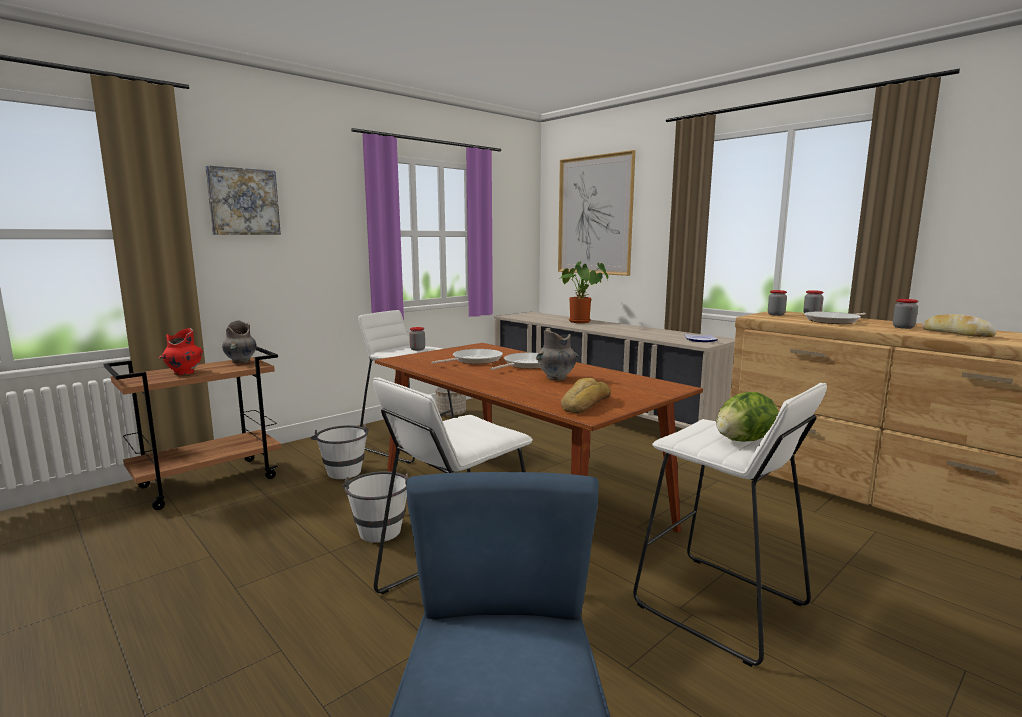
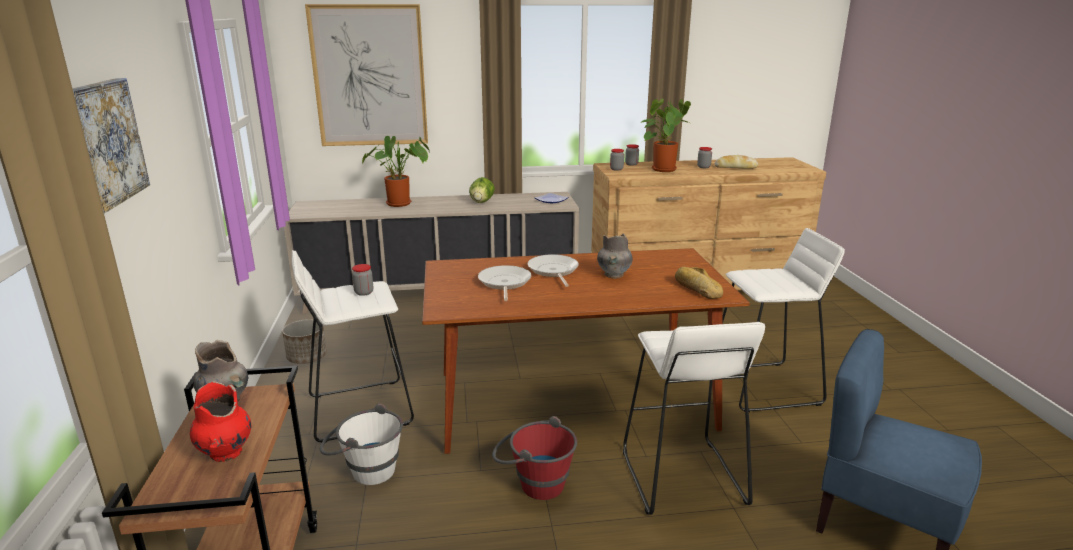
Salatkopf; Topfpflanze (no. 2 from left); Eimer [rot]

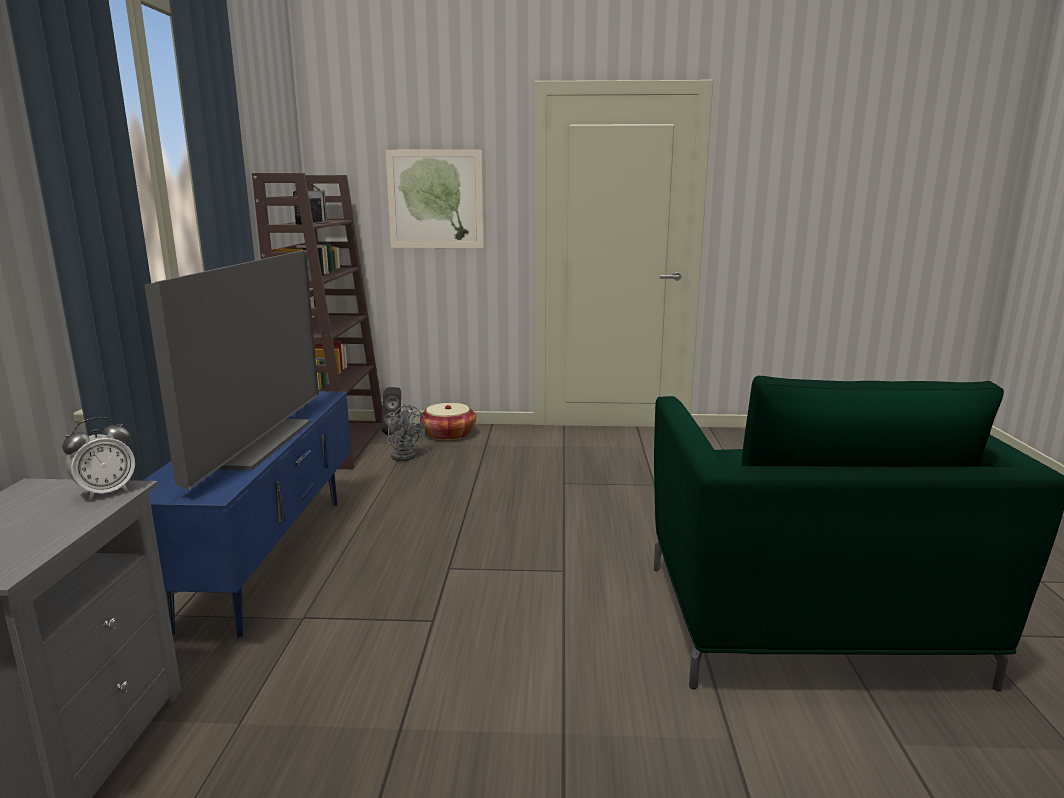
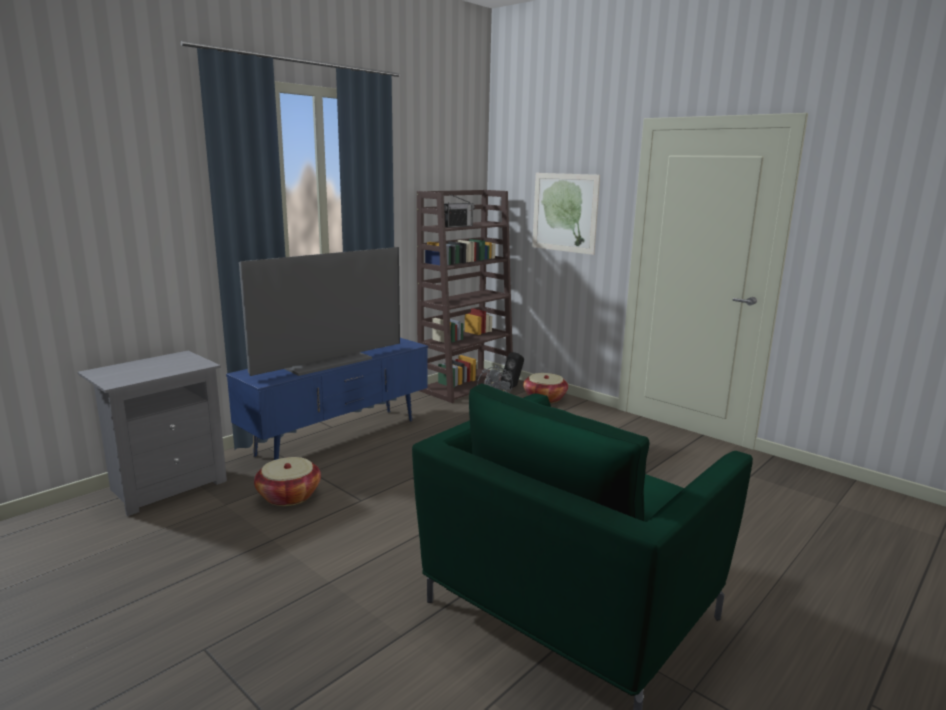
Wecker; Korb (no. 1 from left)

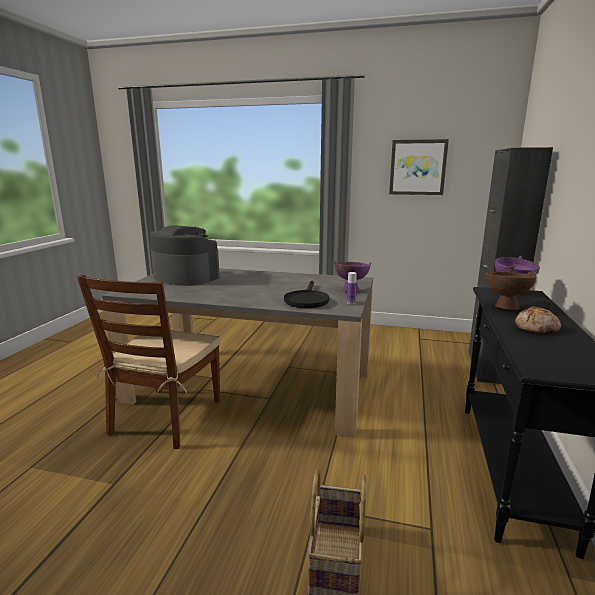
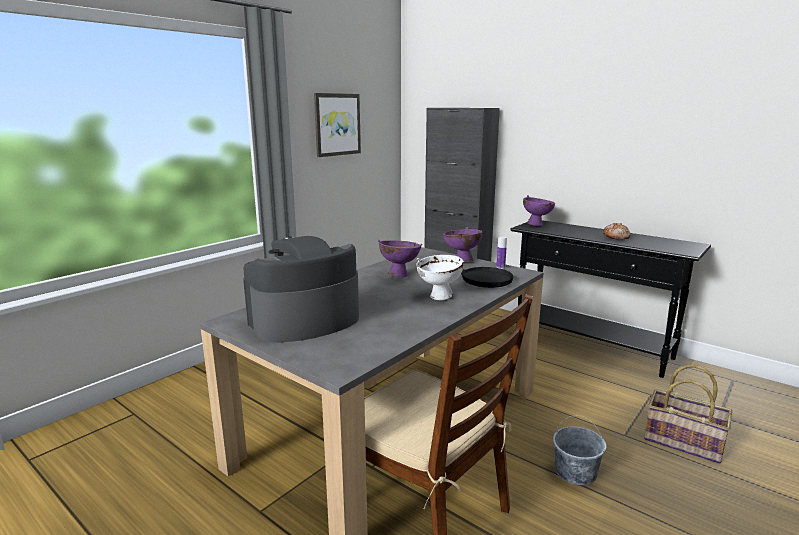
Schüssel [braun]; Schüssel [lila] (no. 1 from left); Schüssel [weiß]; Eimer [grau]

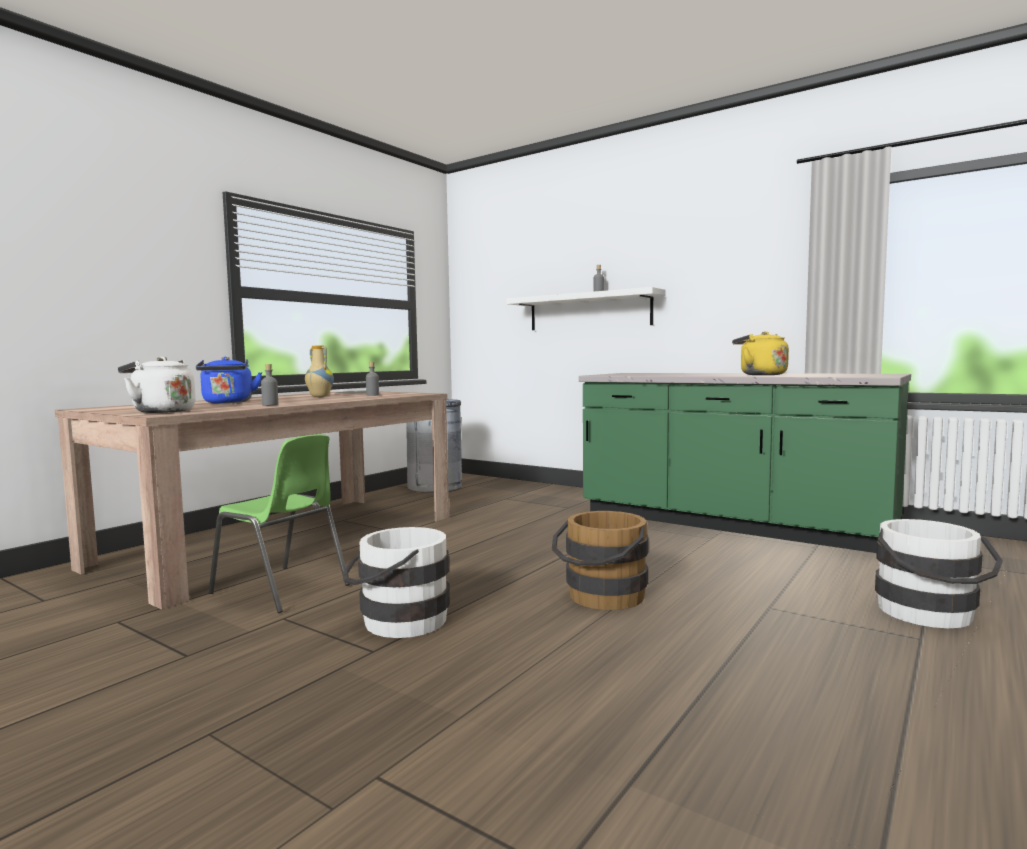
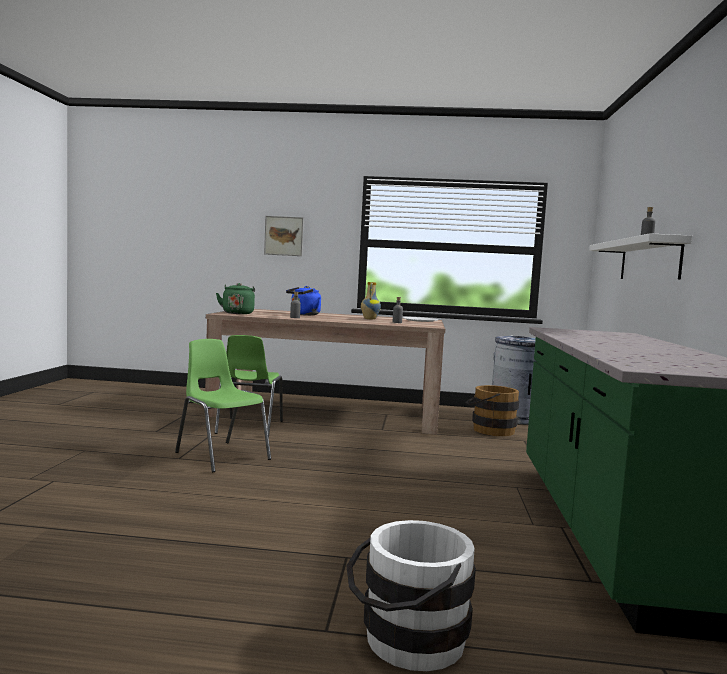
Wasserkessel [gelb]; Bild; Eimer [braun]; Stuhl [grün] (no. 1 from left); Wasserkessel [grün]

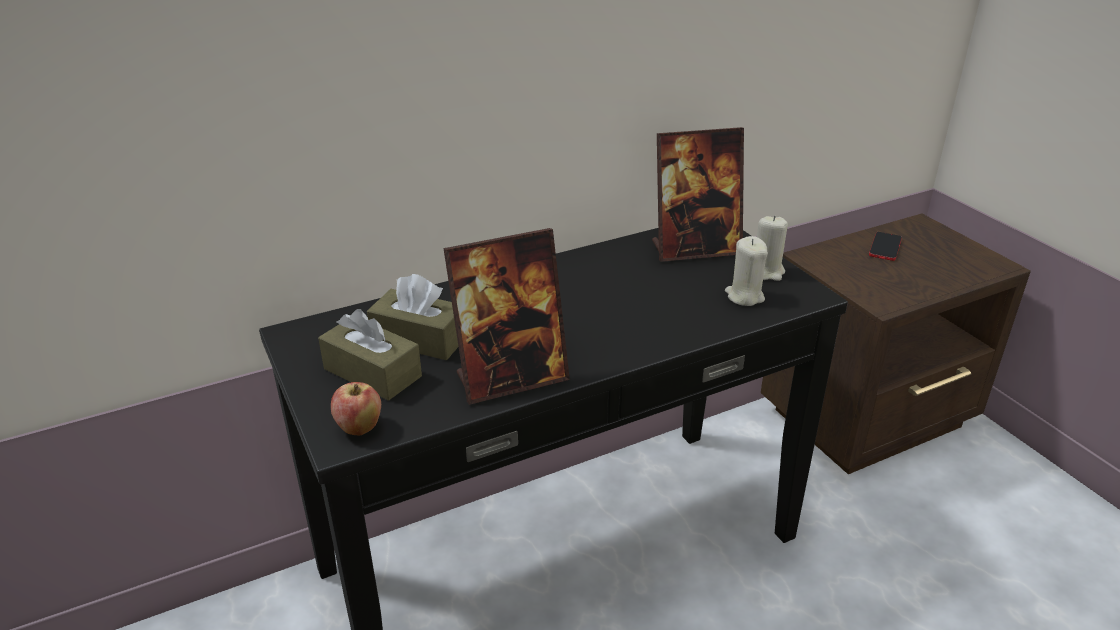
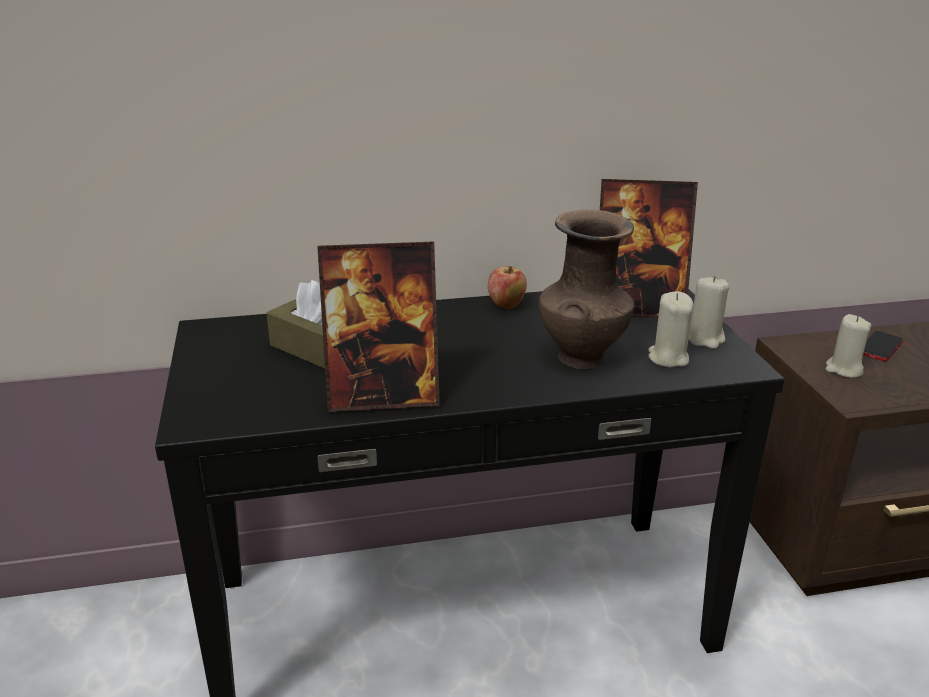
Taschentuchbox [braun] (no. 1 from left in the first image); Vase [braun]; Kerze [beige] (no. 3 from left); Apfel

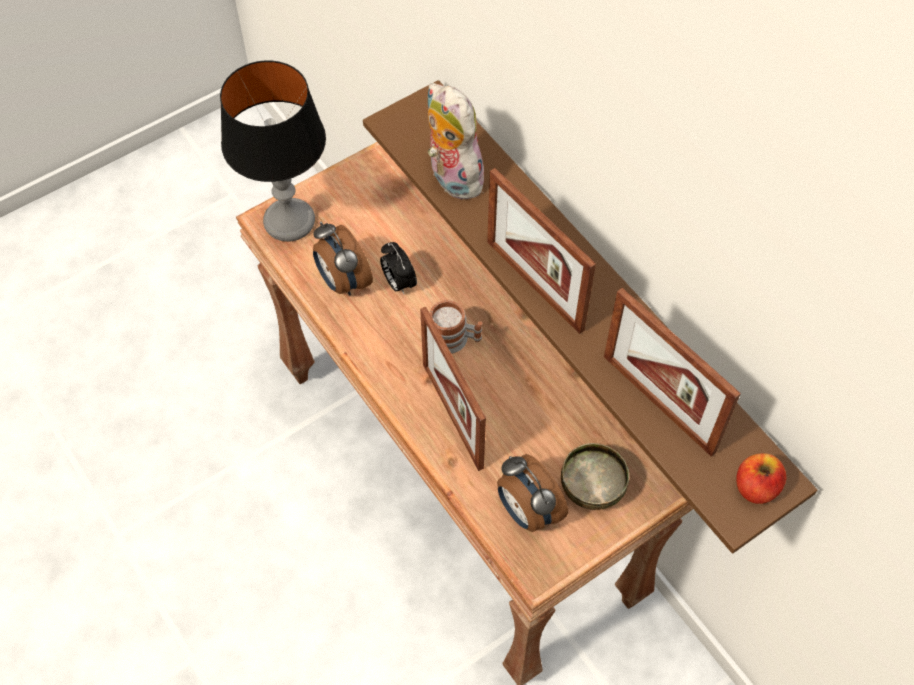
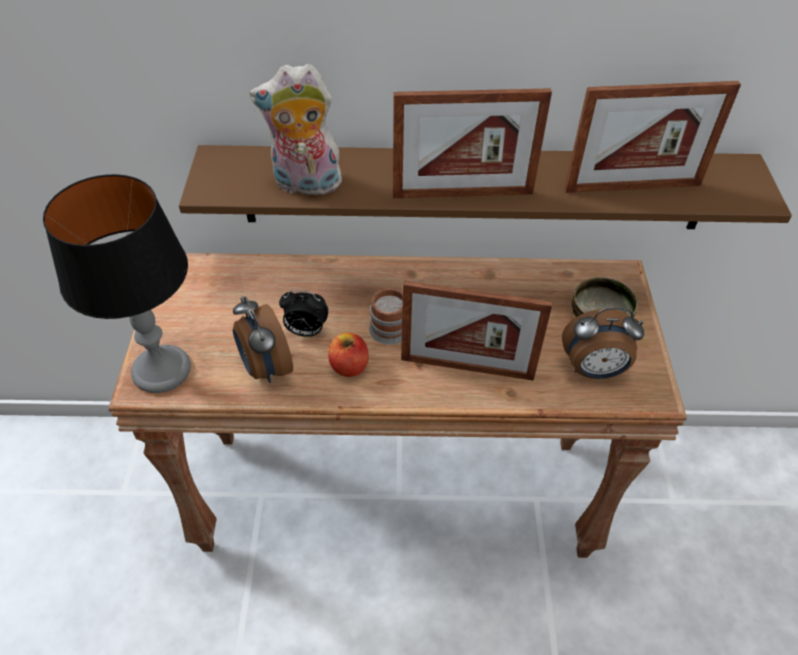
Apfel; Wecker (no. 1 from left)

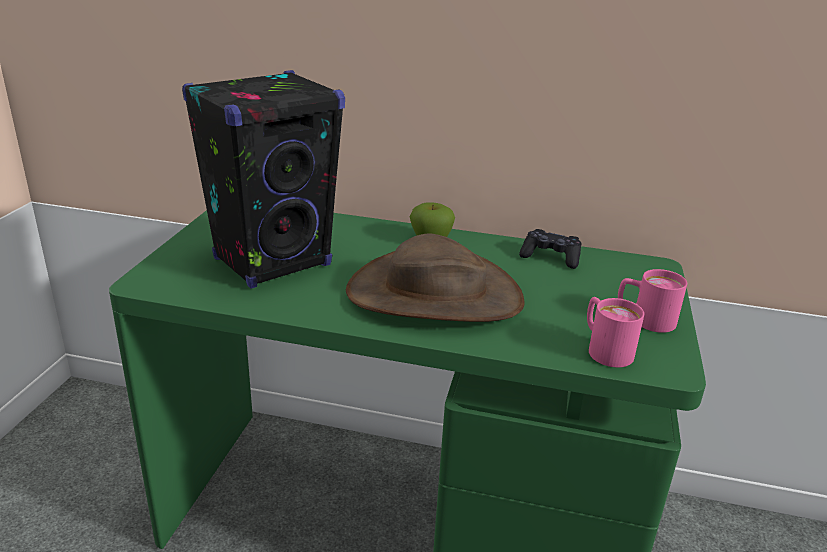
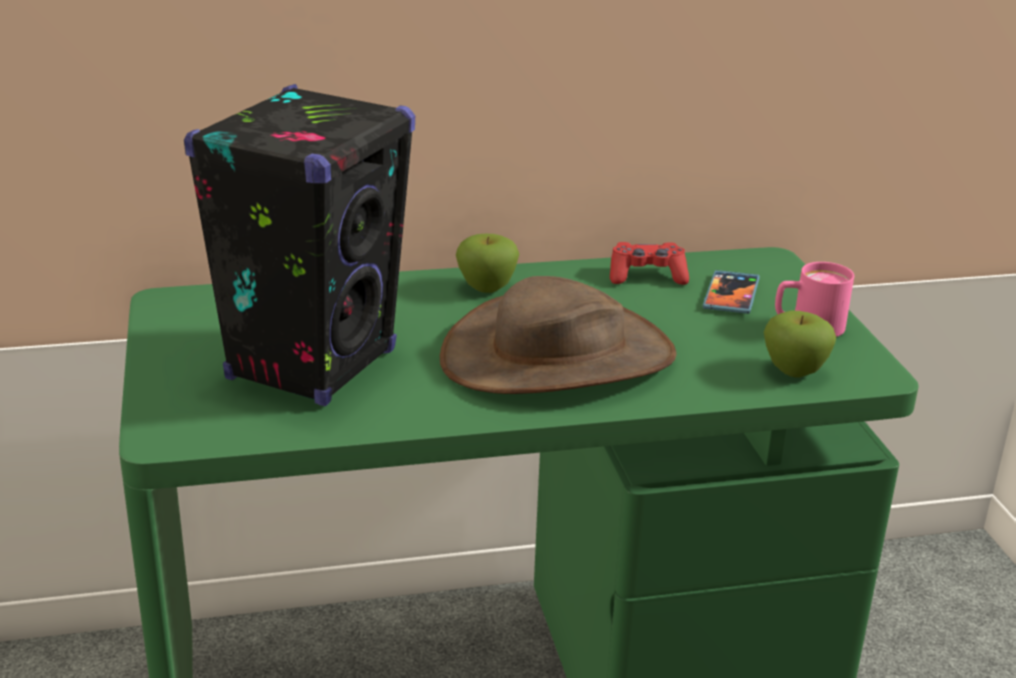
Handy; Apfel (no. 2 from left); Gamepad [rot]

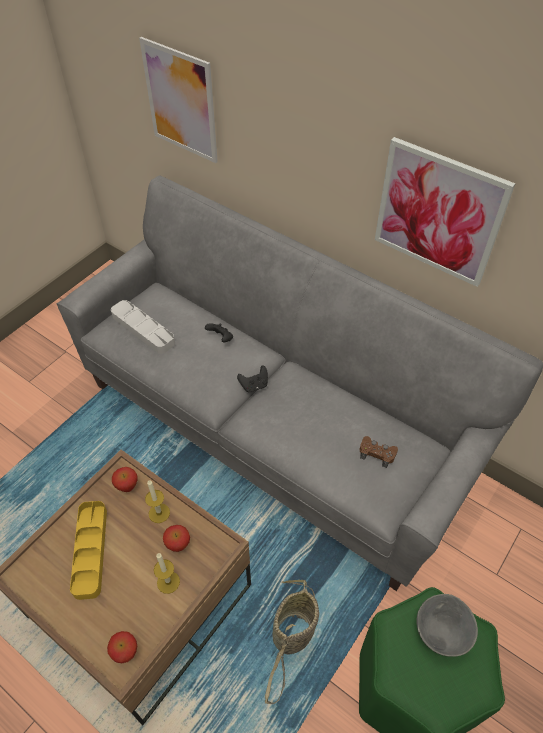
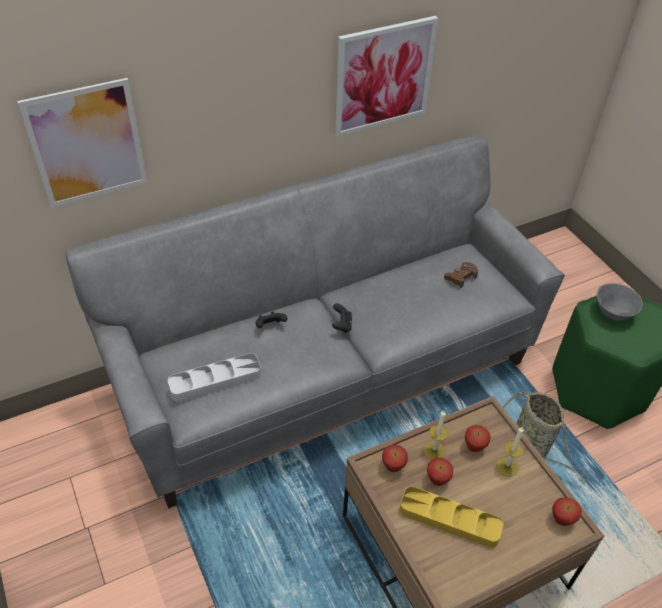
Apfel (no. 2 from left)

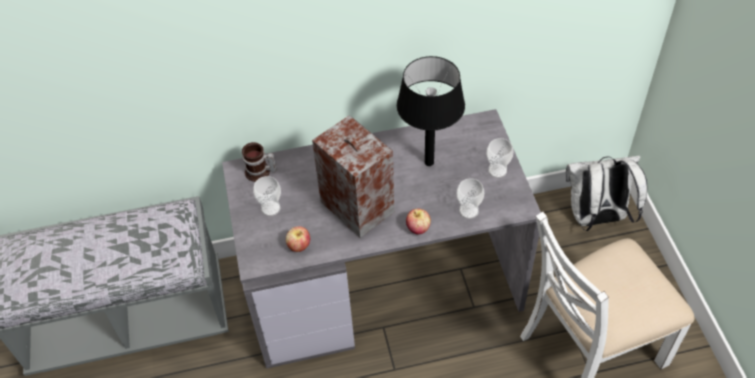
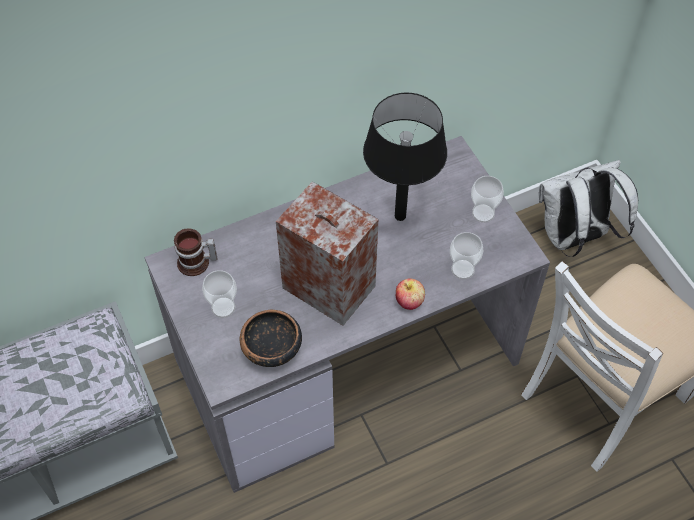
Schüssel

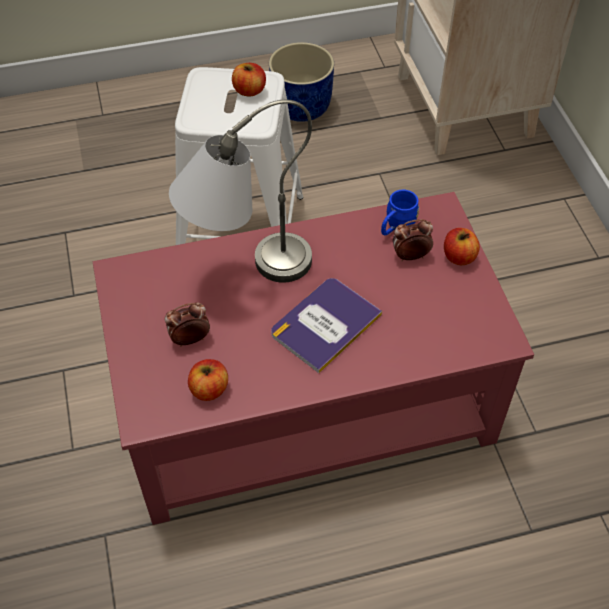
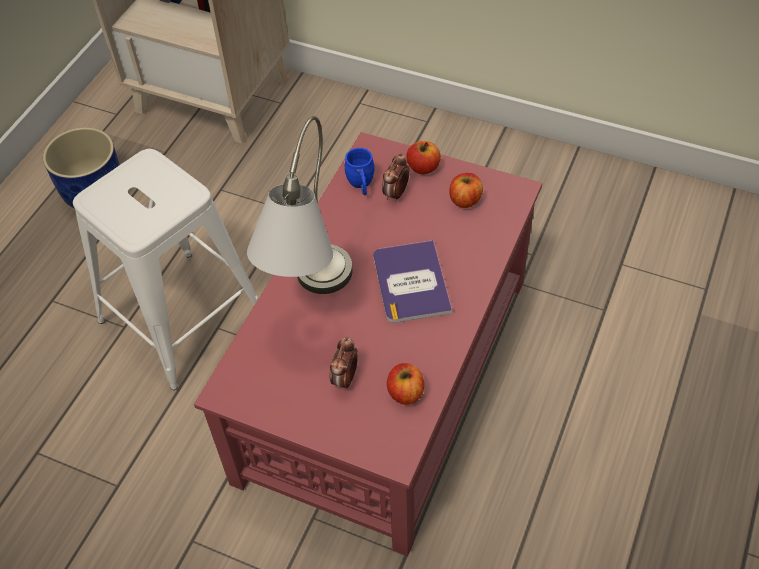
Apfel (no. 3 from left)

